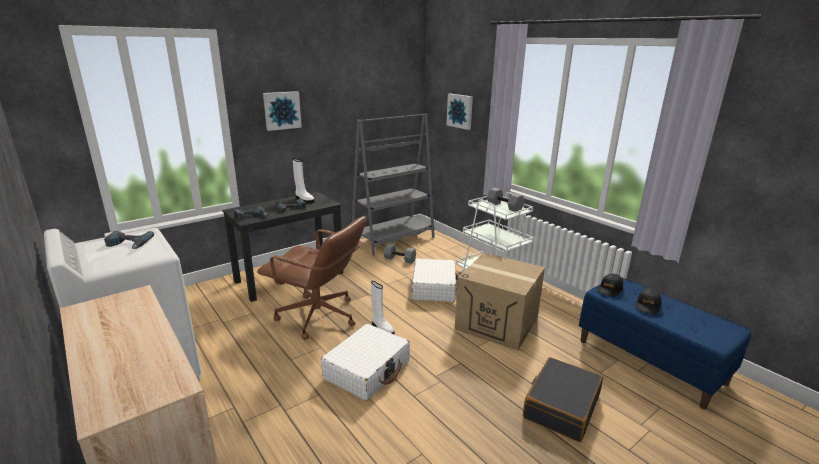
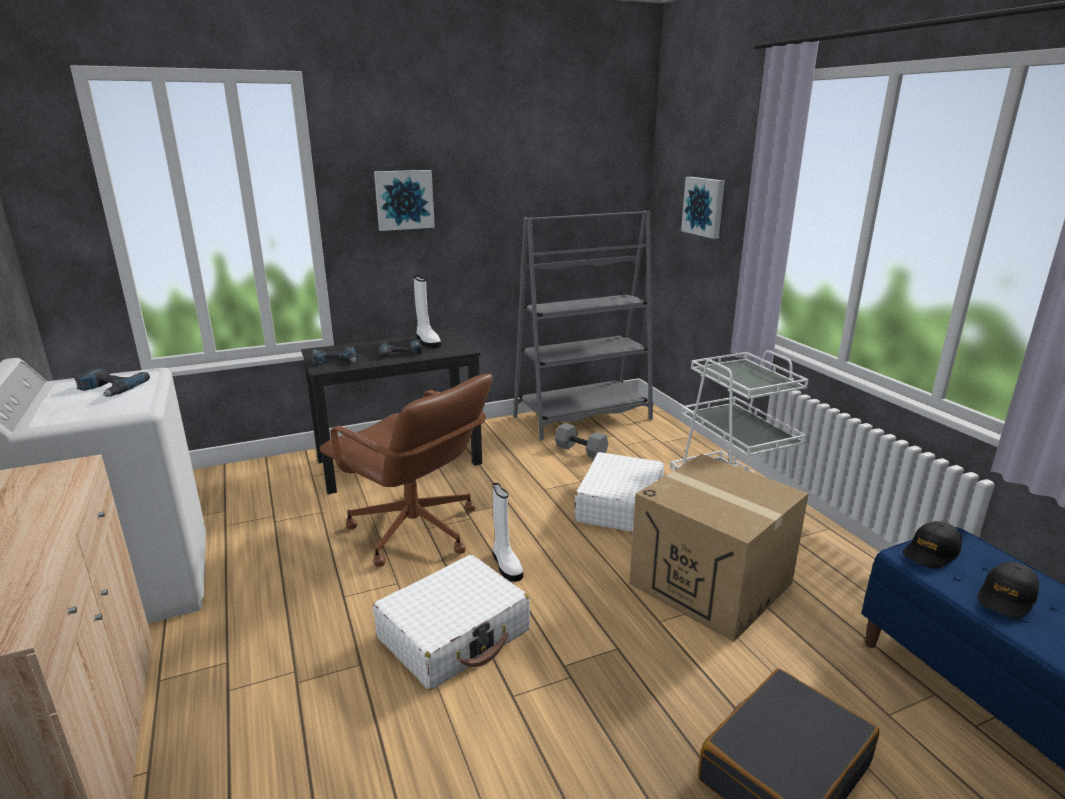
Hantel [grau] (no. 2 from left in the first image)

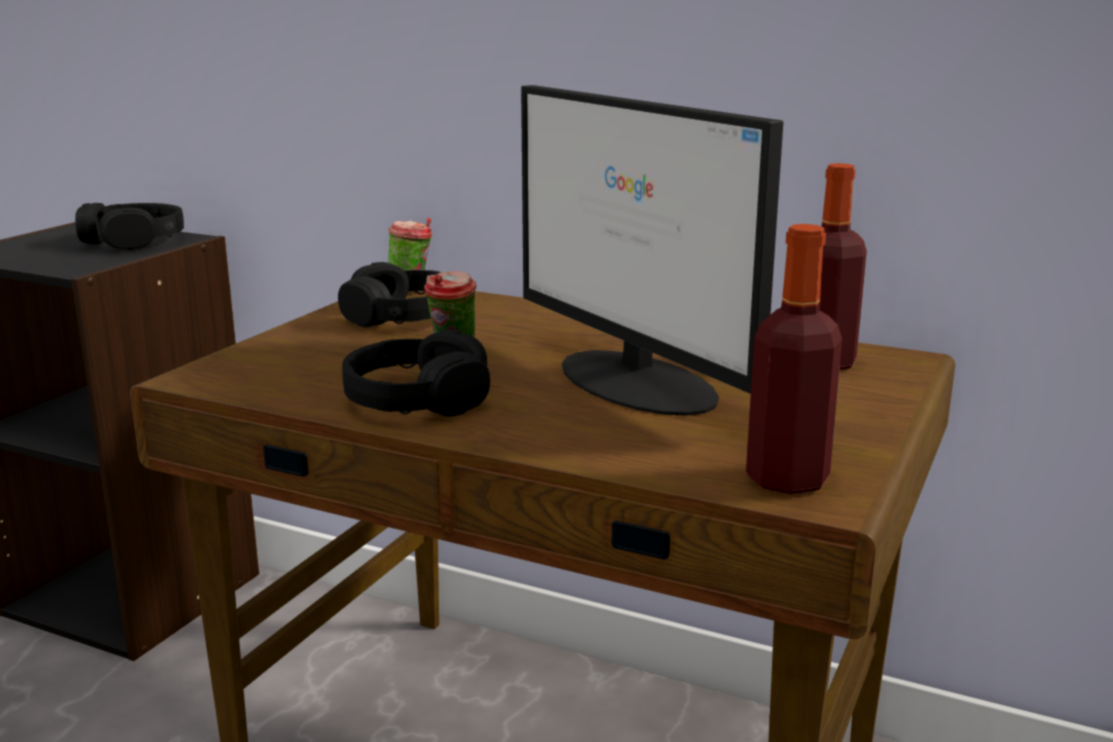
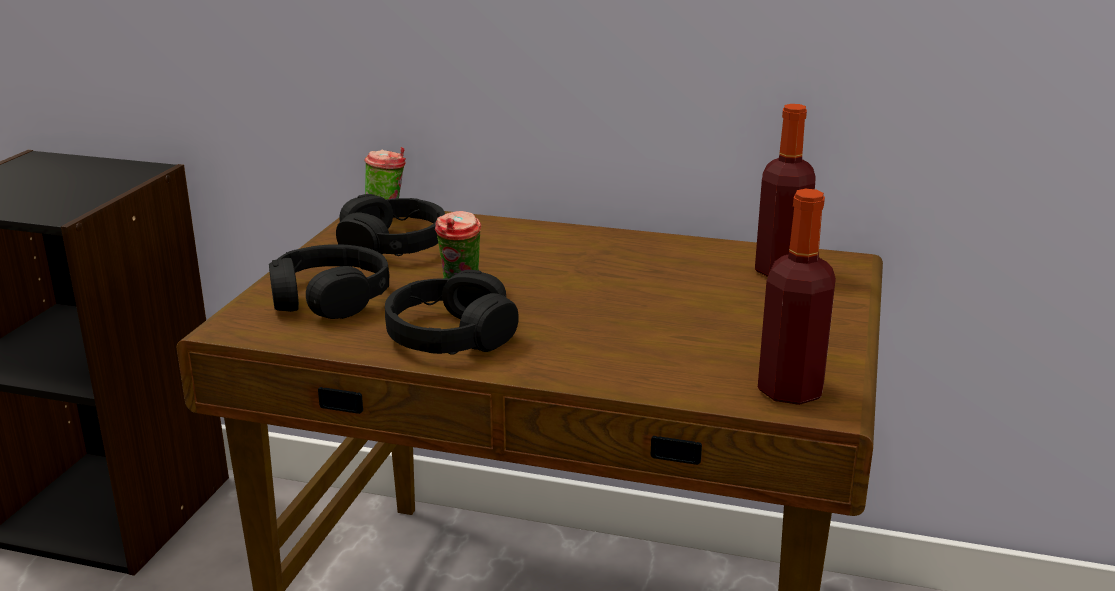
Monitor; Kopfhörer [schwarz] (no. 1 from left)

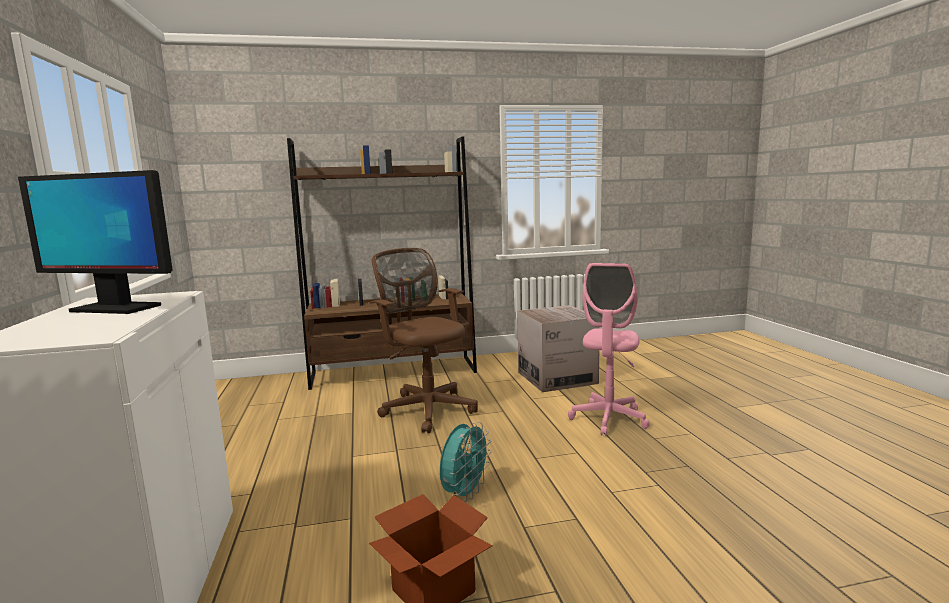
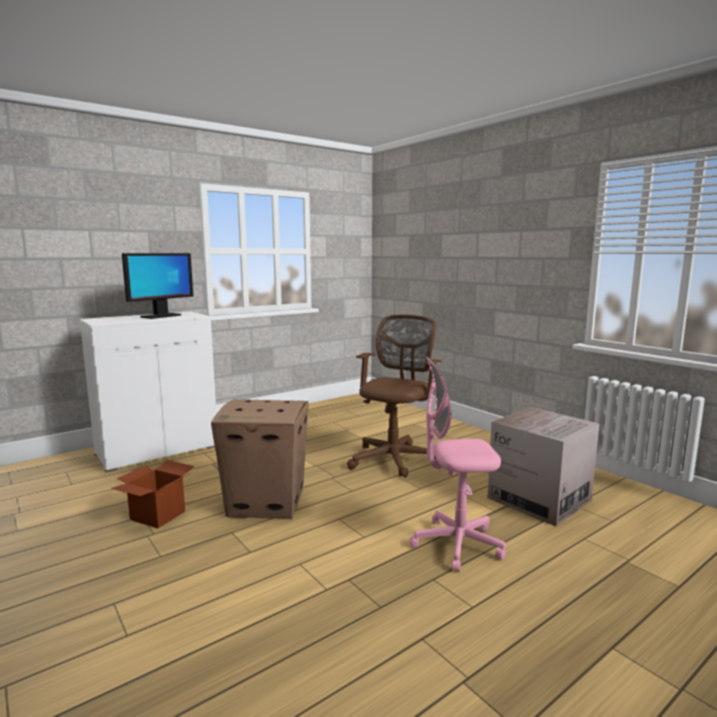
Bücherregal [braun]; Karton (no. 2 from left); Monitor

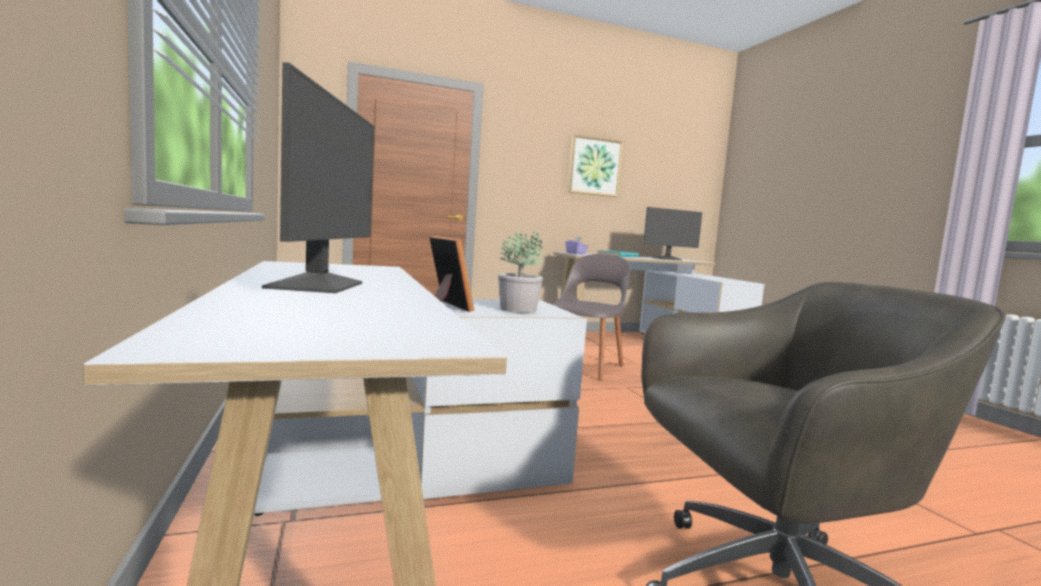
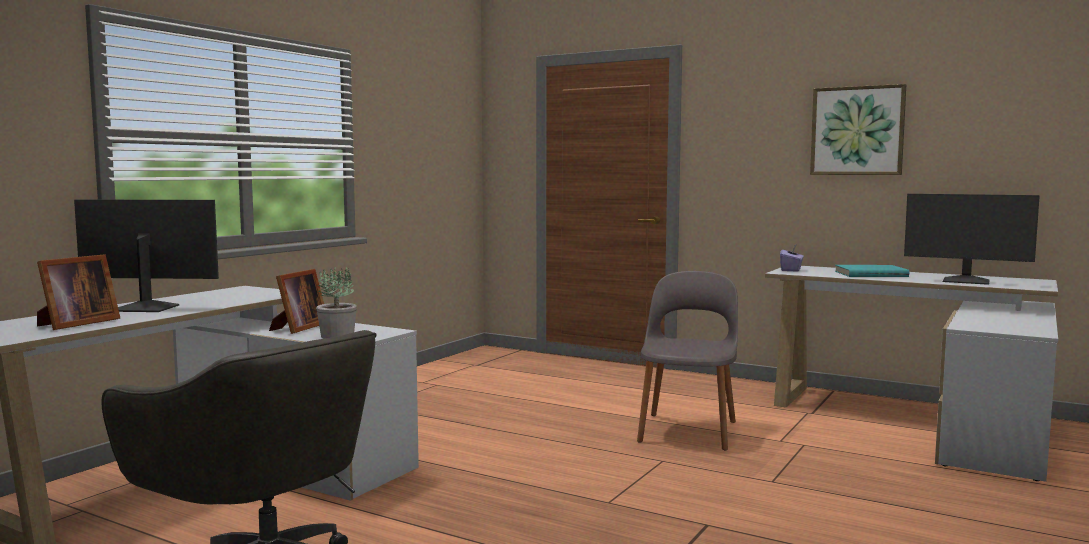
Bilderrahmen (no. 1 from left); Monitor (no. 1 from left); Stuhl [grau]

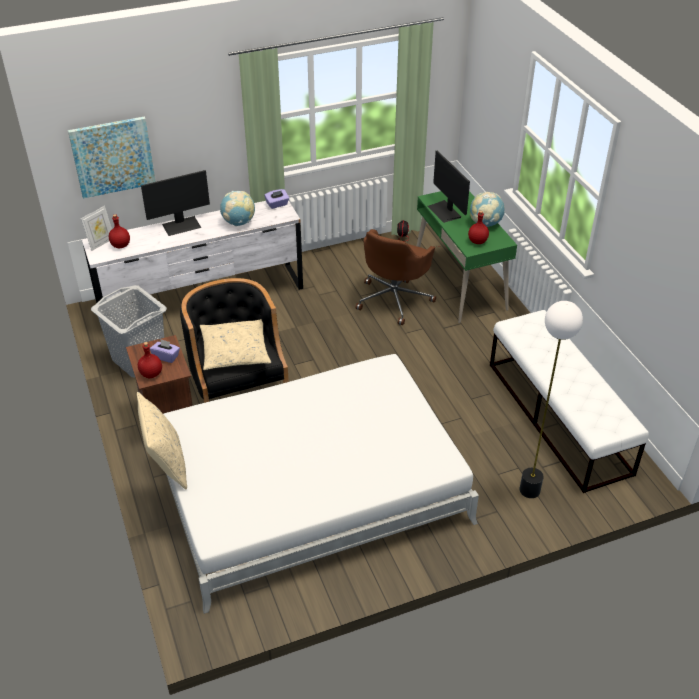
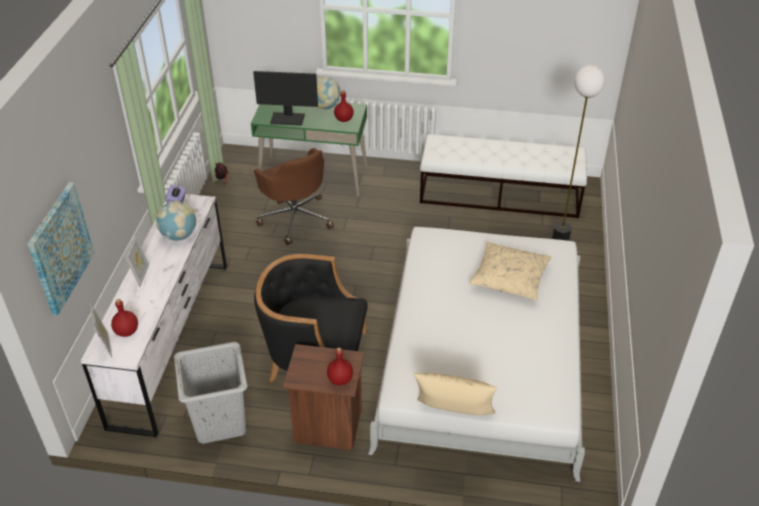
Taschentuchbox [lila] (no. 1 from left in the first image); Kissen [beige] (no. 2 from left); Bilderrahmen (no. 2 from left)

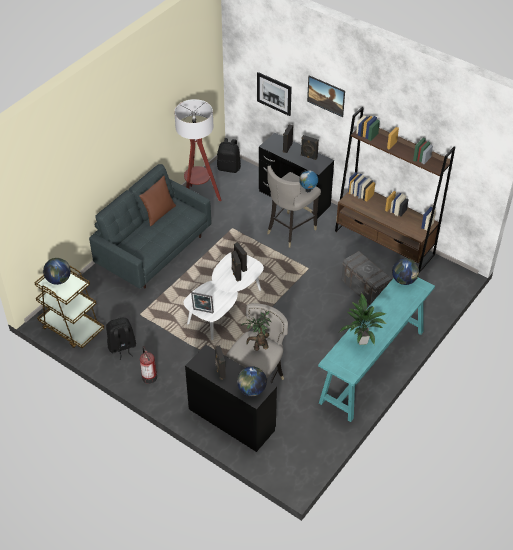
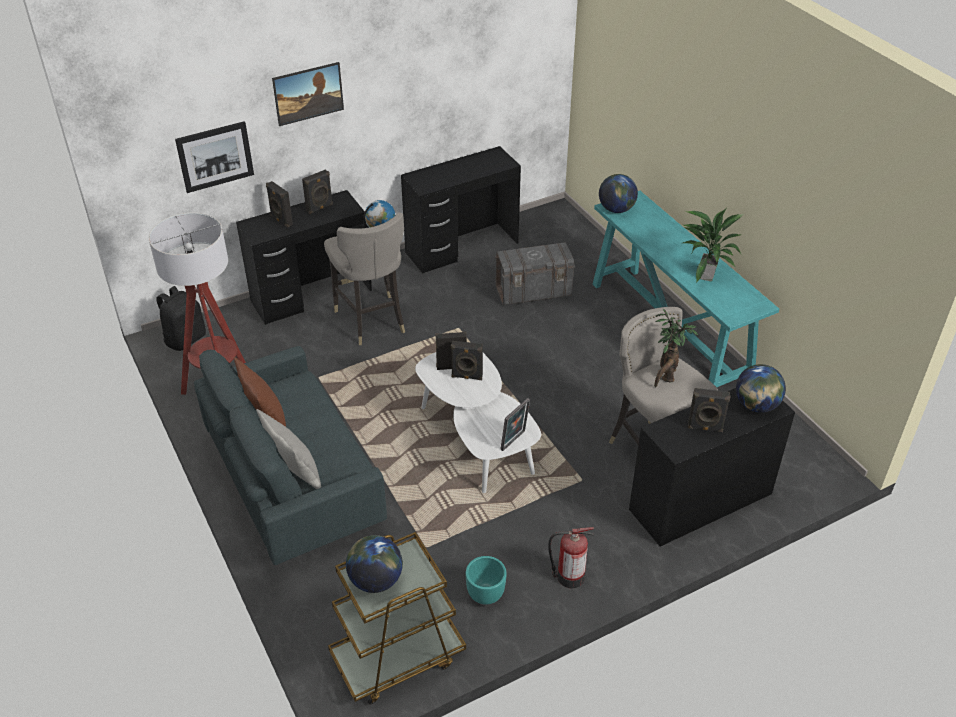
Kissen [grau]; Pflanzkübel [türkis]; Schreibtisch [schwarz] (no. 2 from left)

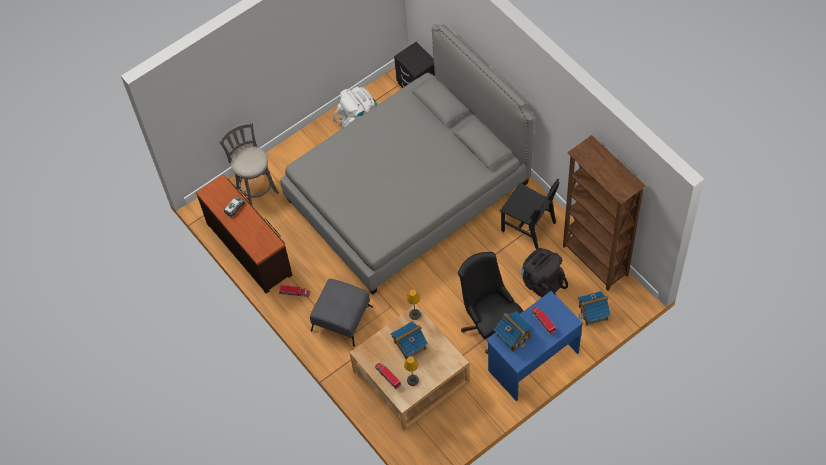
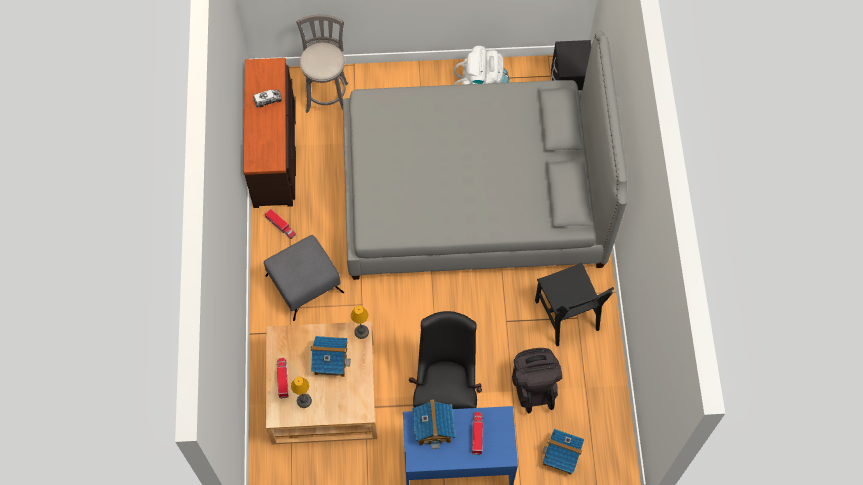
Bücherregal [braun]

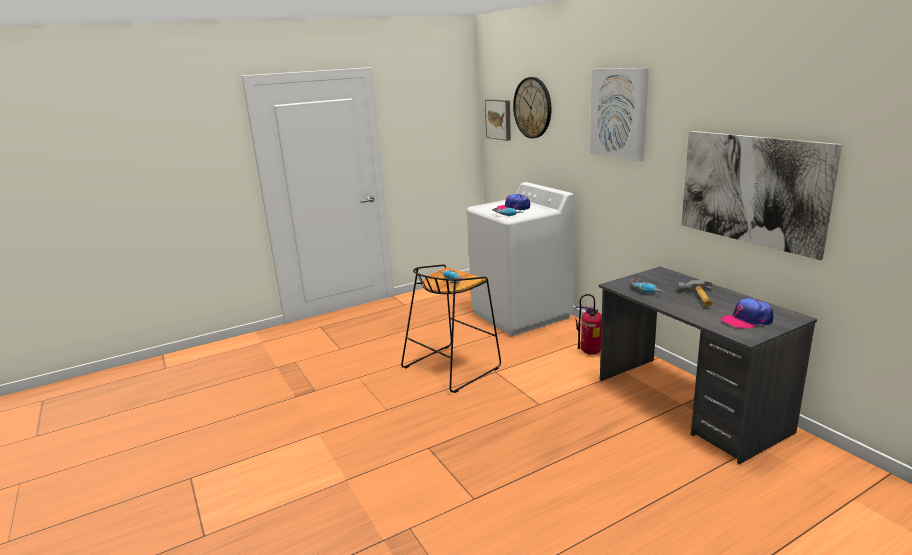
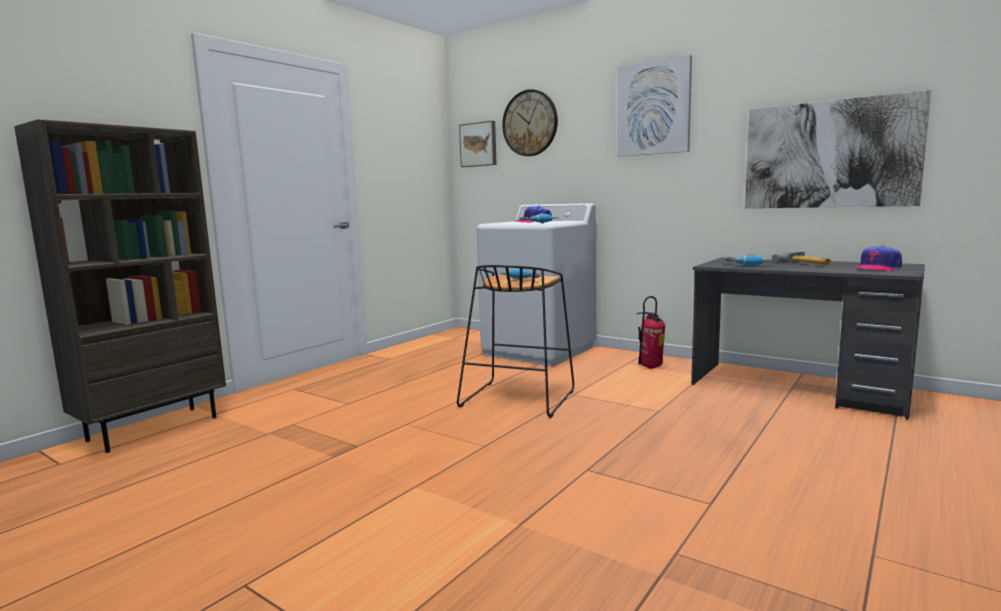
Bücherregal [braun]

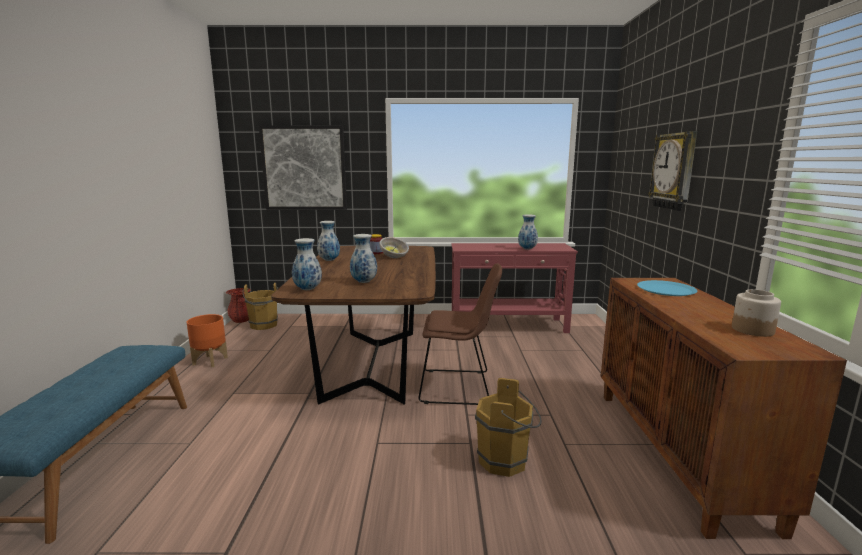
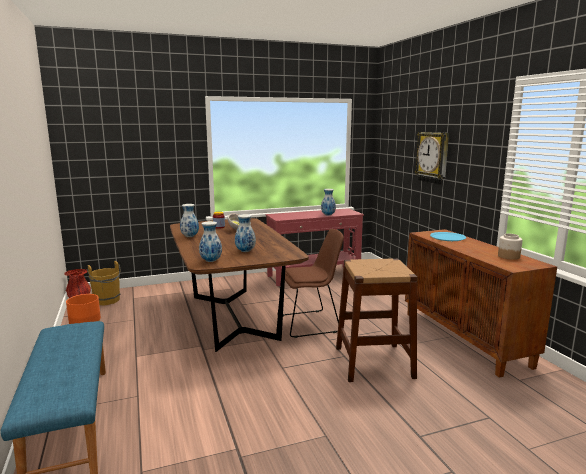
Bild; Hocker [braun]

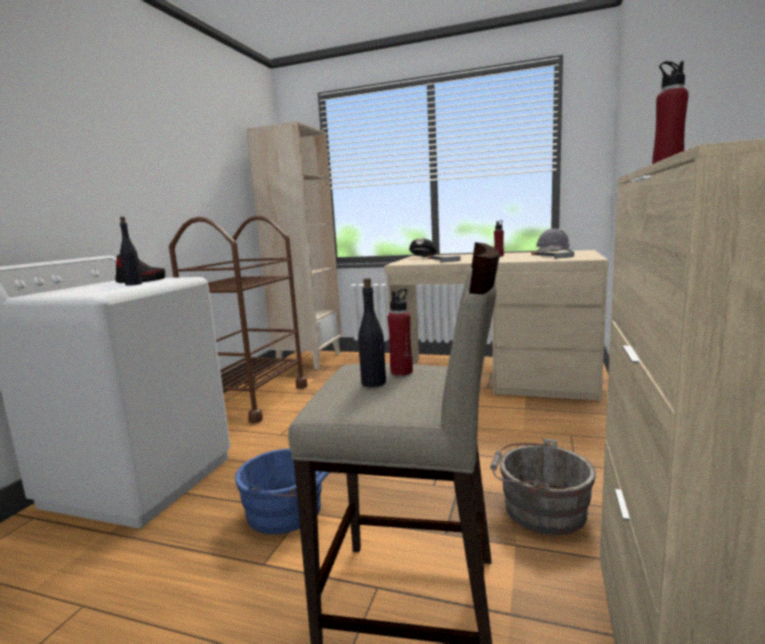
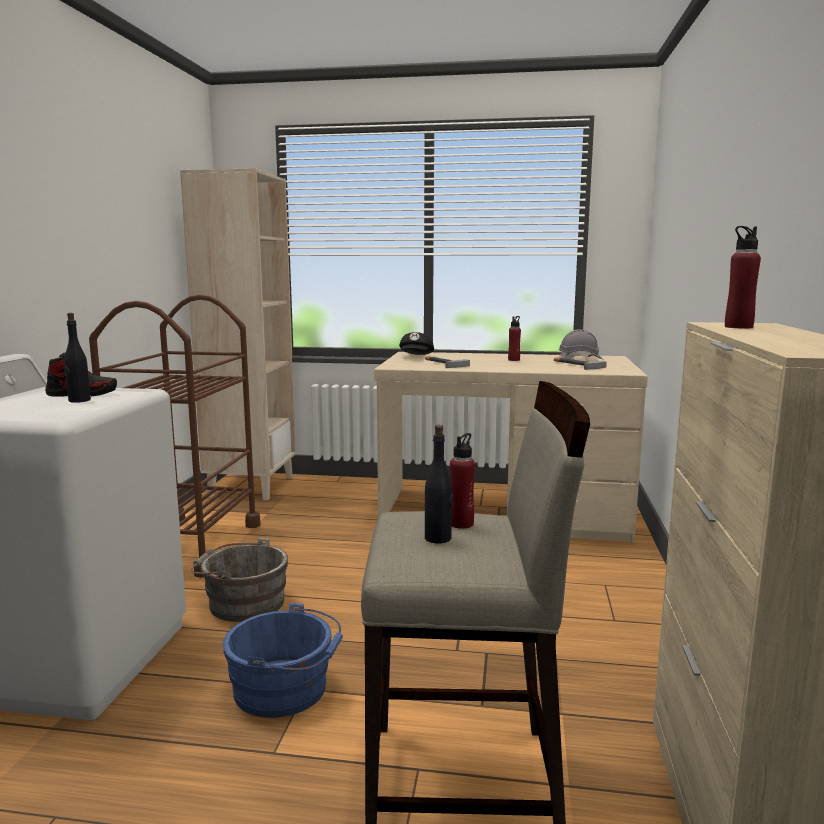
Eimer [grau]

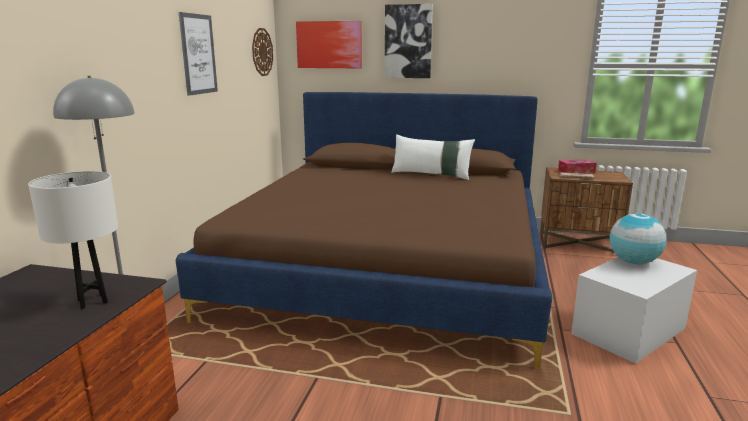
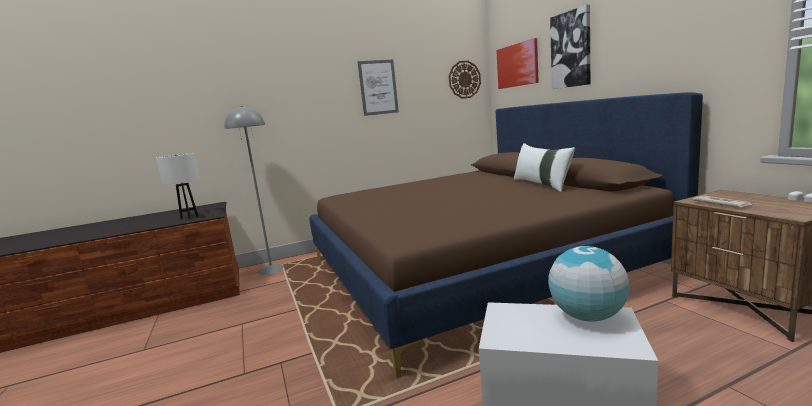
Taschentuchbox

